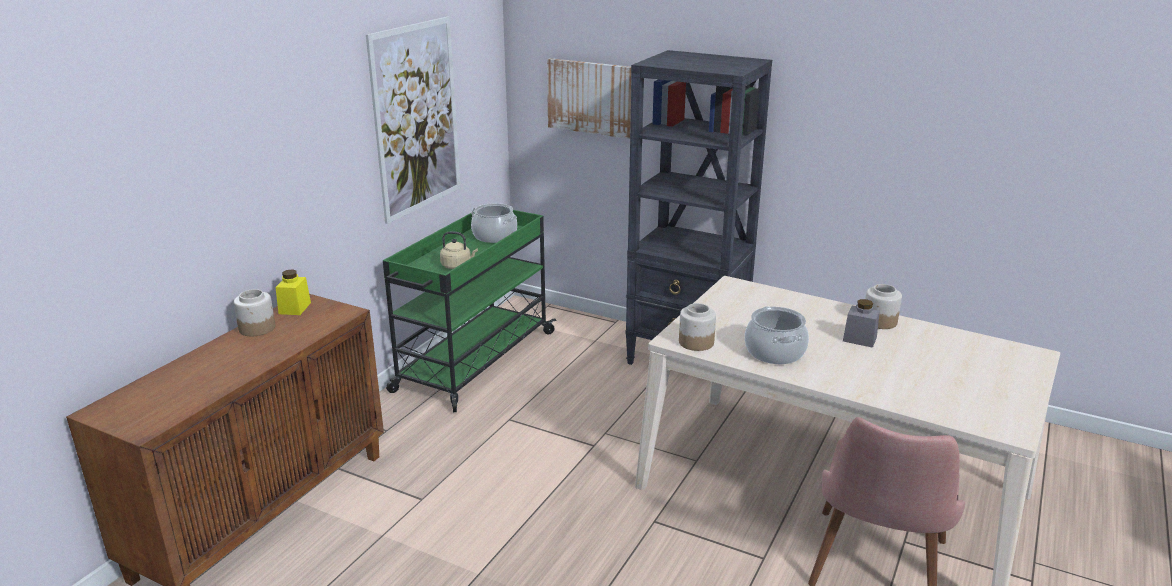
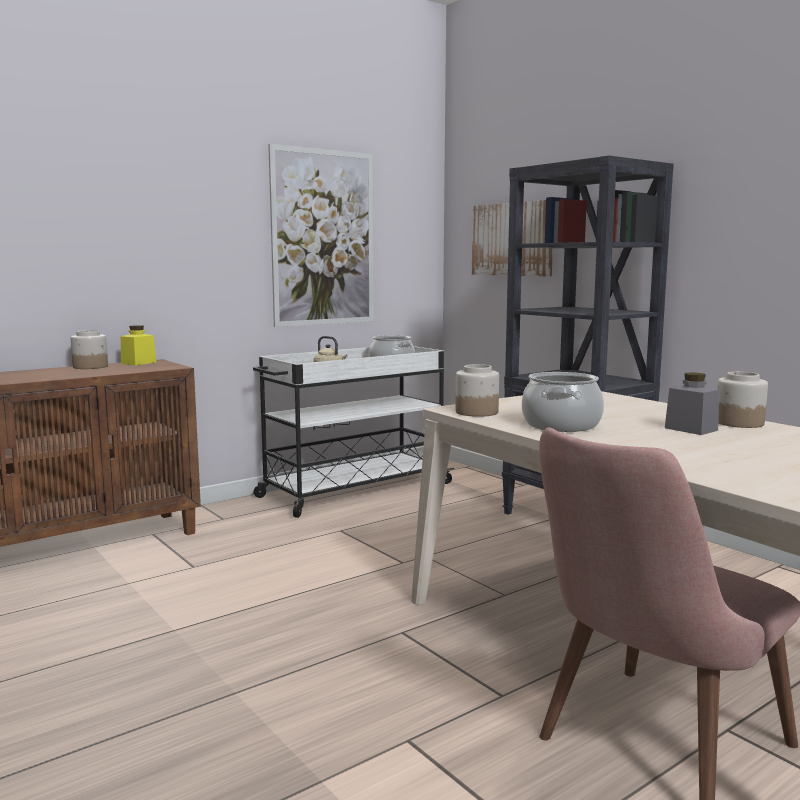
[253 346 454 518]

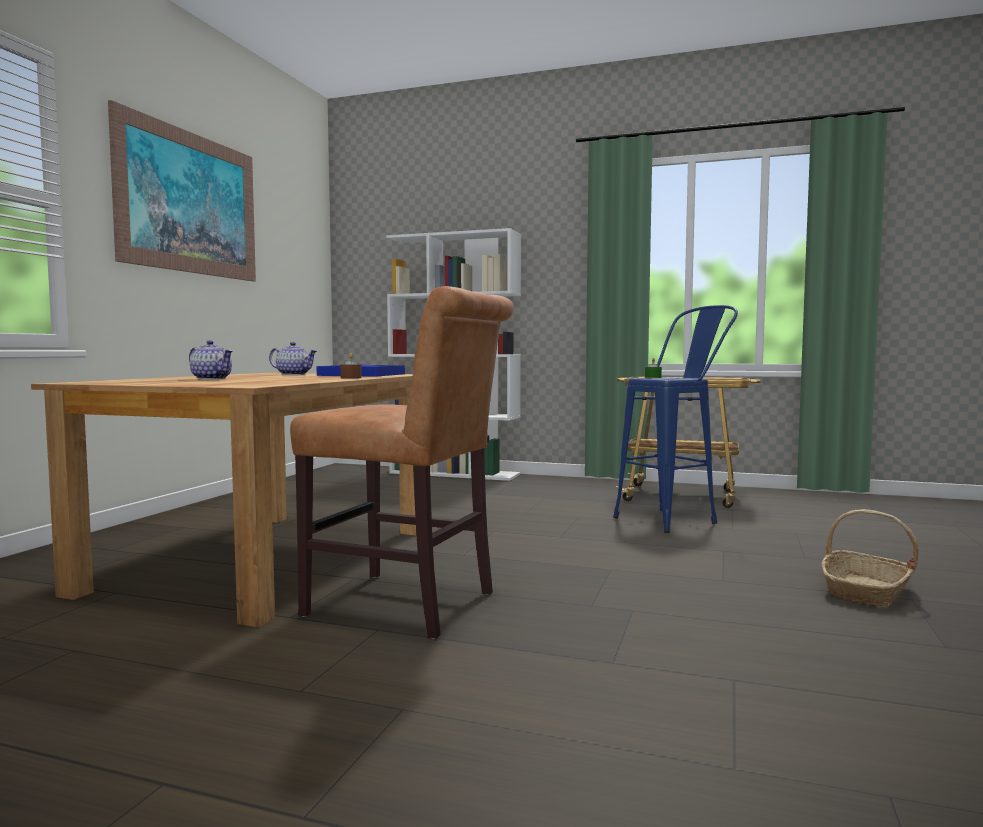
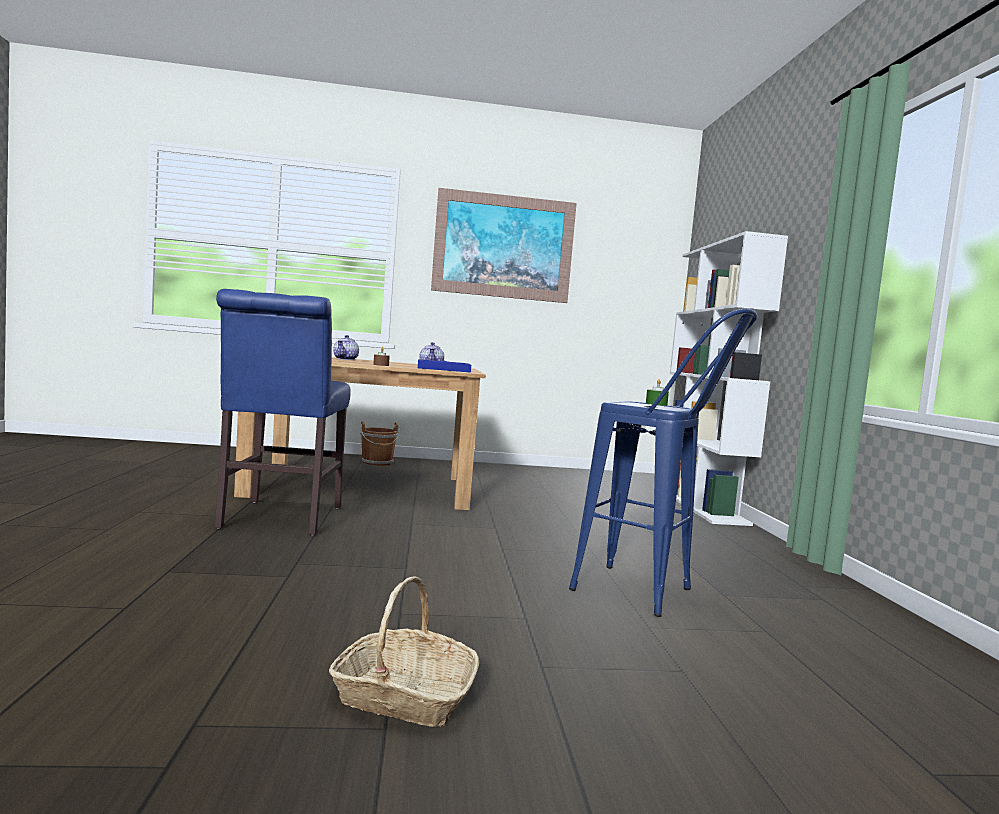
[214 289 350 535]
[616 377 761 508] (first image)
[360 421 400 466]

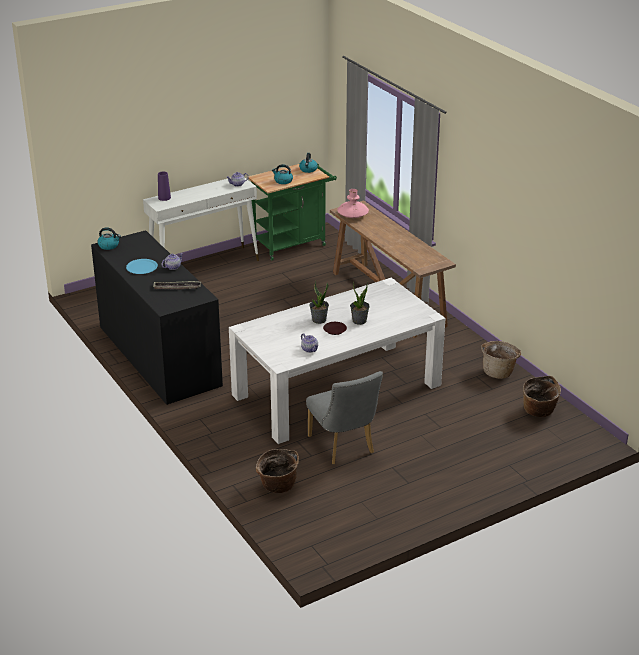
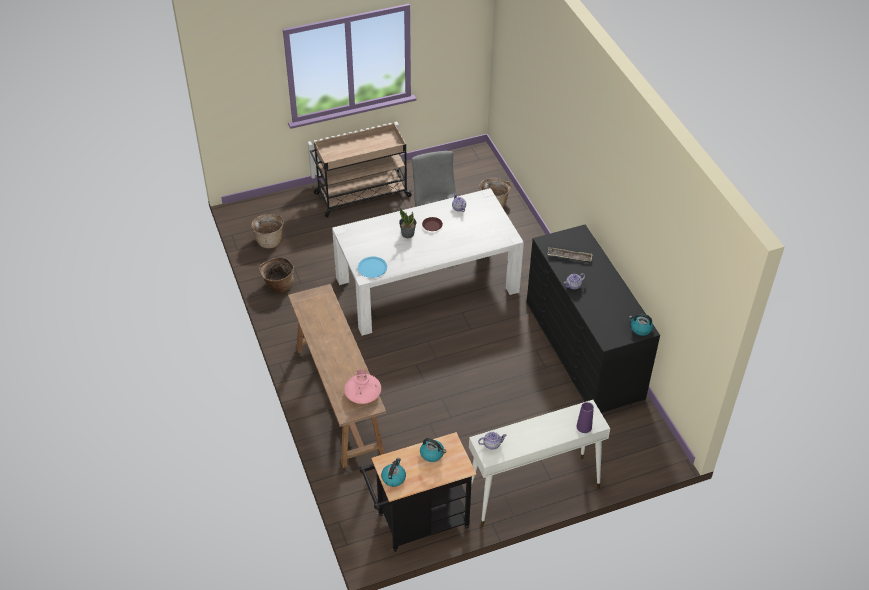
[358 257 387 278]
[359 432 476 552]
[309 280 329 324] (first image)
[310 123 412 217]

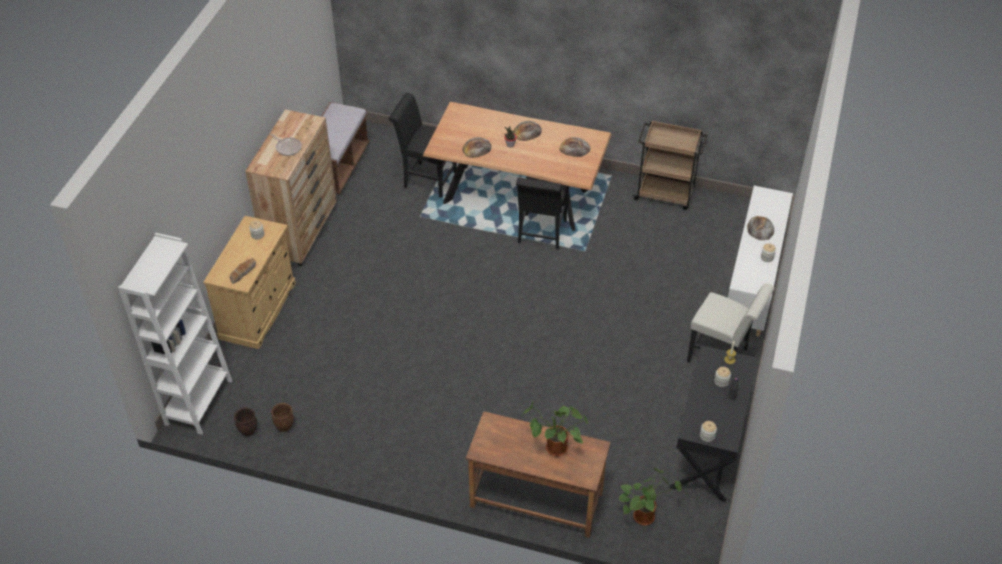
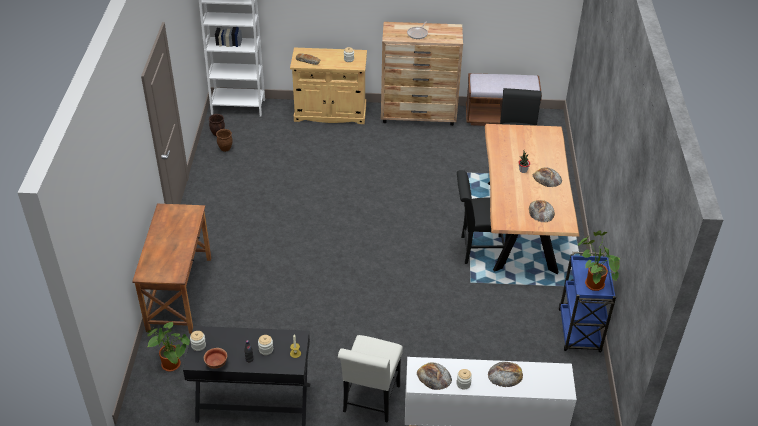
[417 362 452 390]
[577 230 621 291]
[558 252 616 352]
[204 348 227 369]

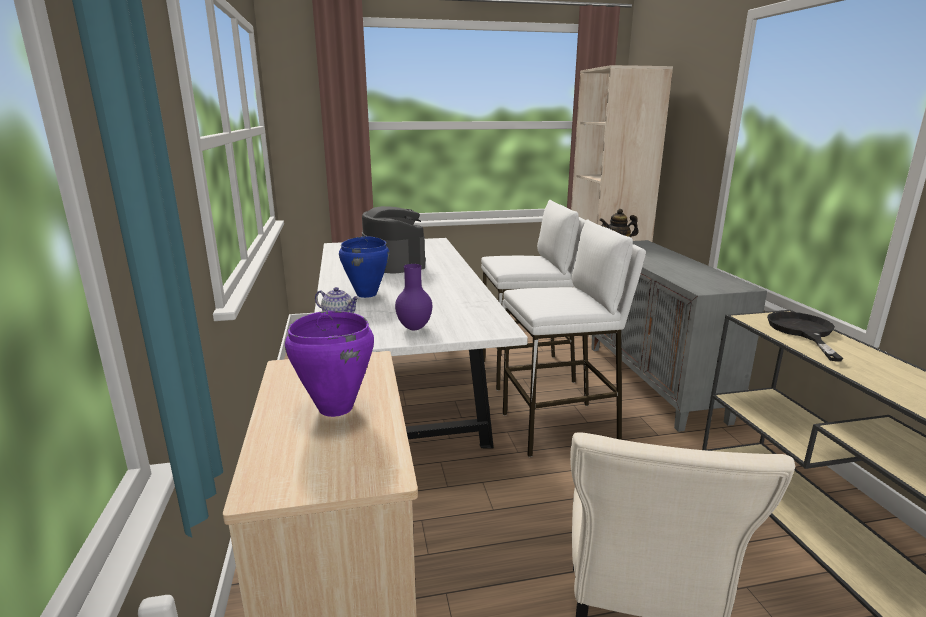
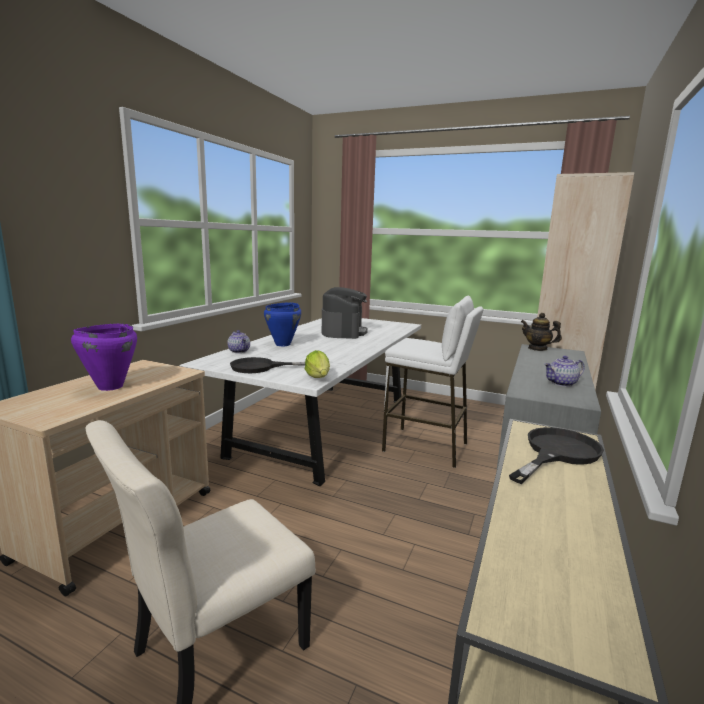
[230 357 305 373]
[503 219 646 457] (first image)
[305 350 330 378]
[544 356 585 387]

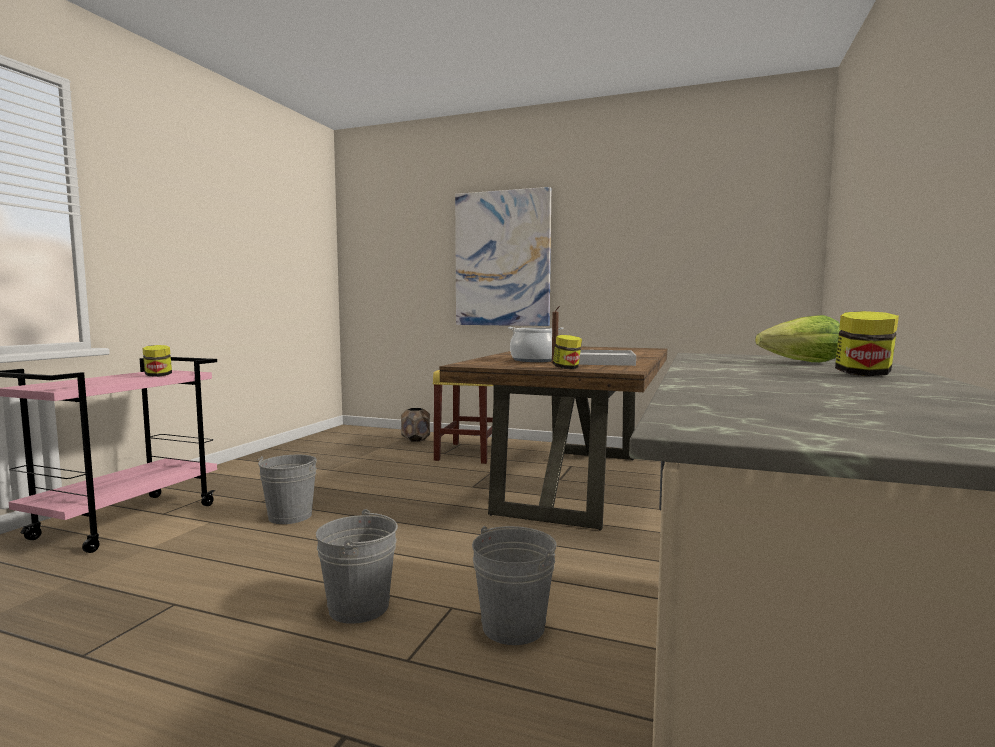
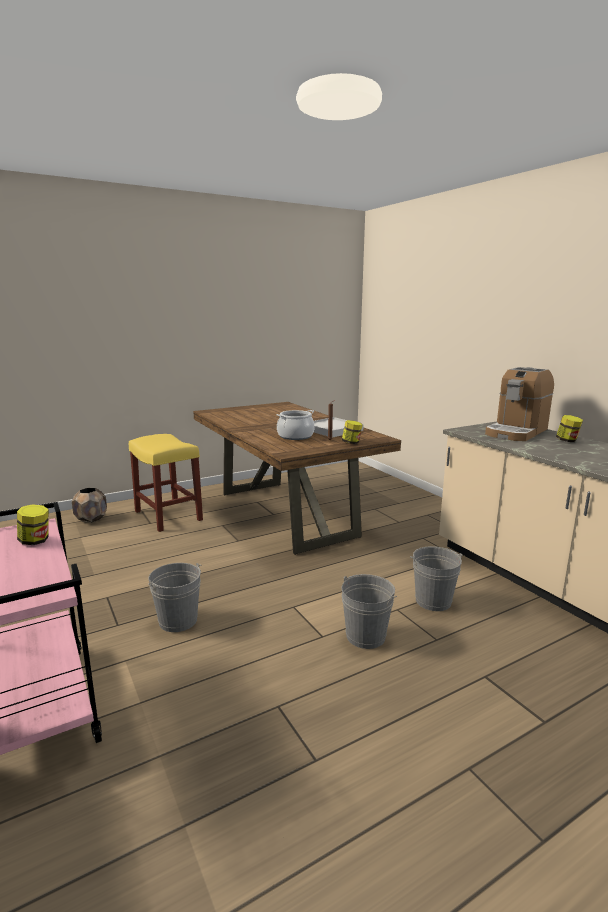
[455 187 551 326] (first image)
[485 367 554 441]

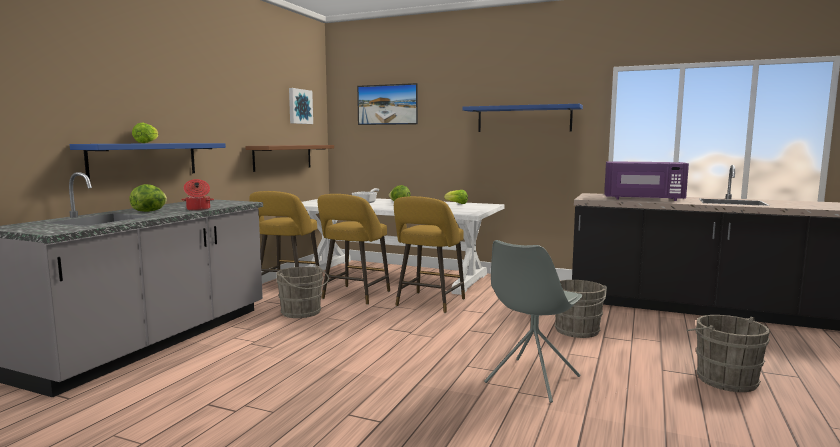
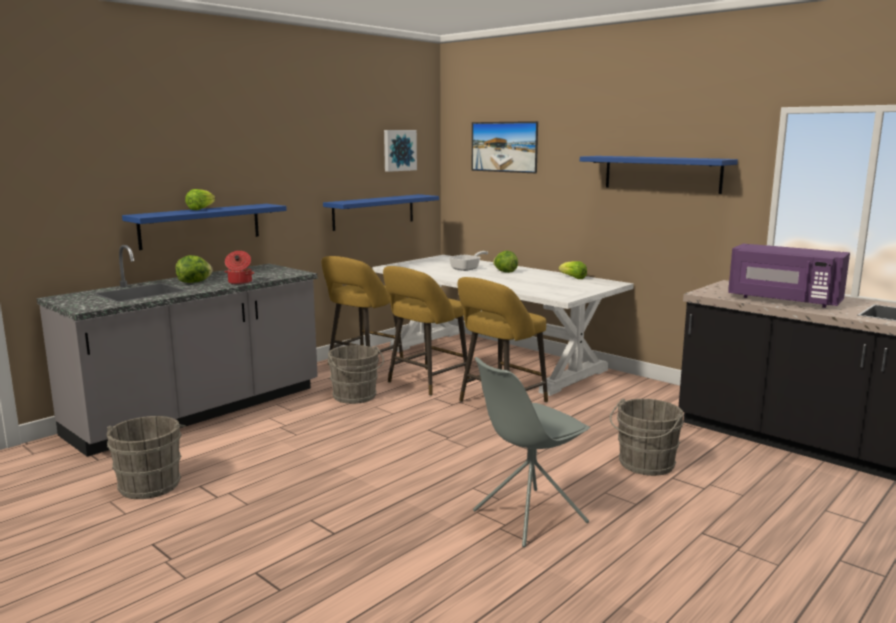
[323 194 439 231]
[107 416 186 499]

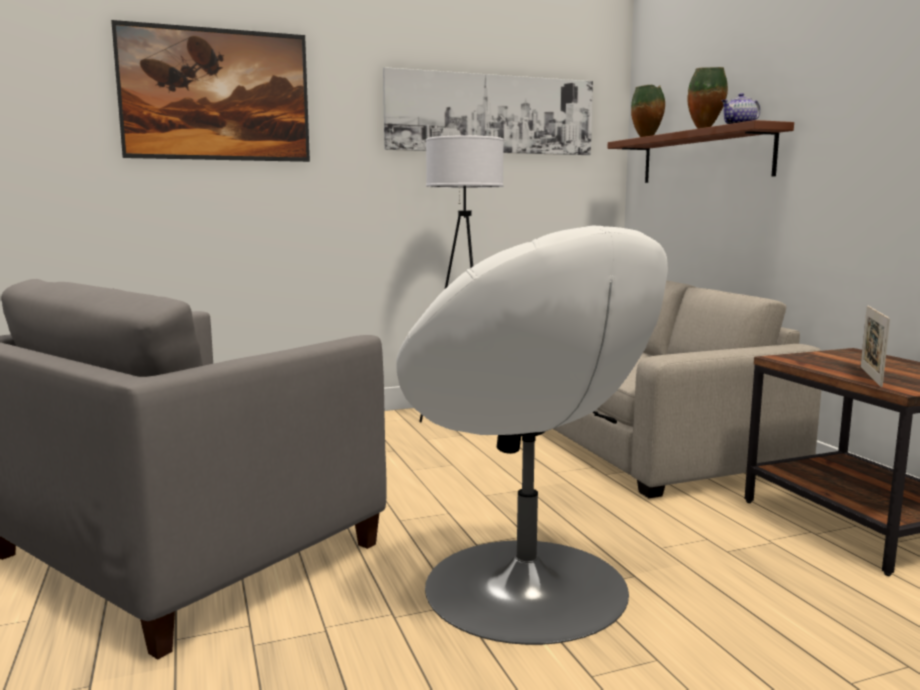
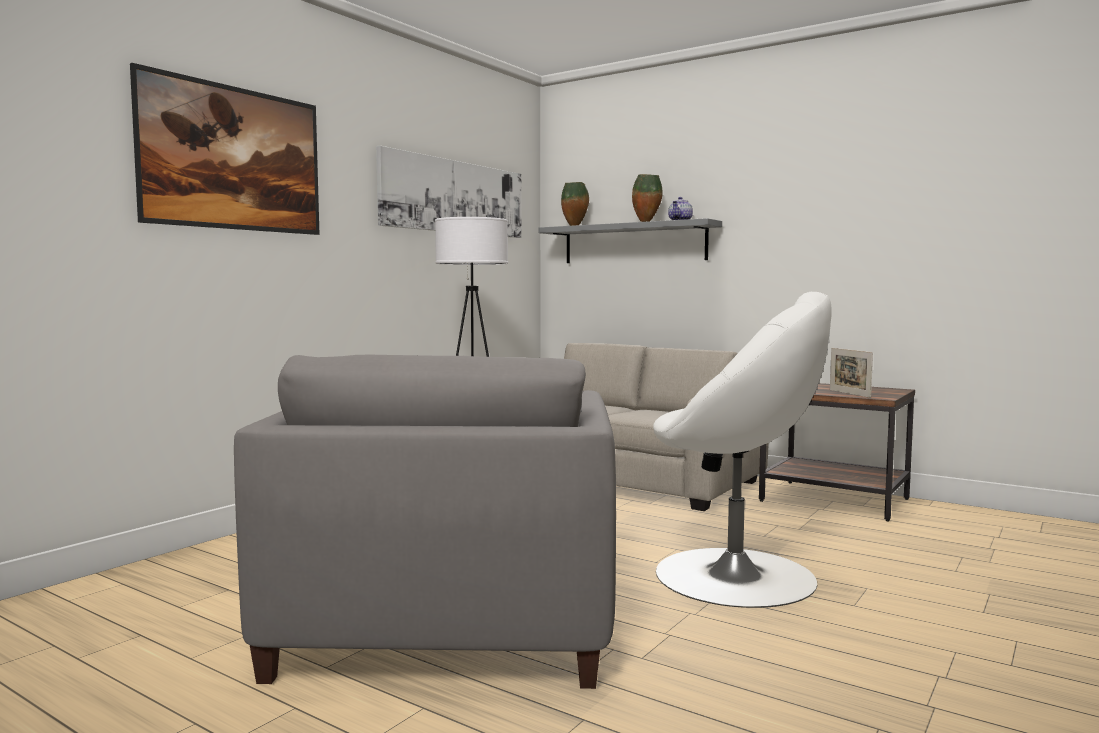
[539 218 722 263]

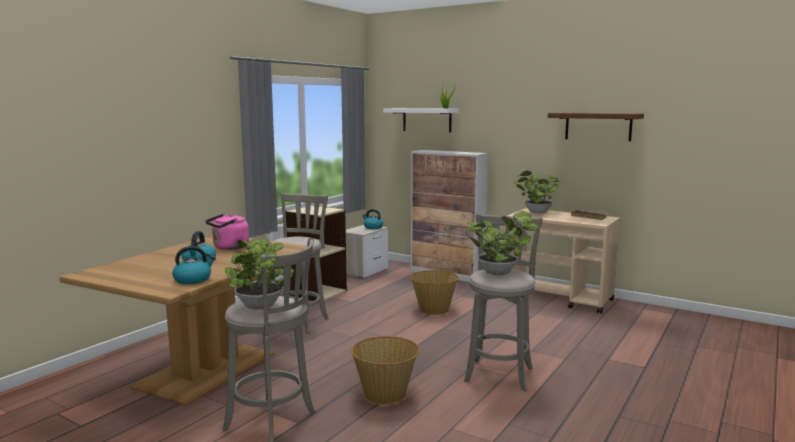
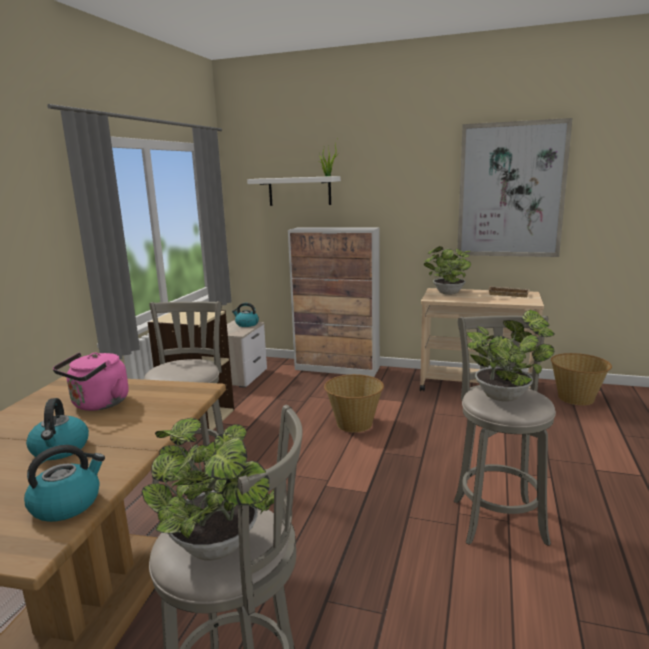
[551 353 612 406]
[457 118 573 257]

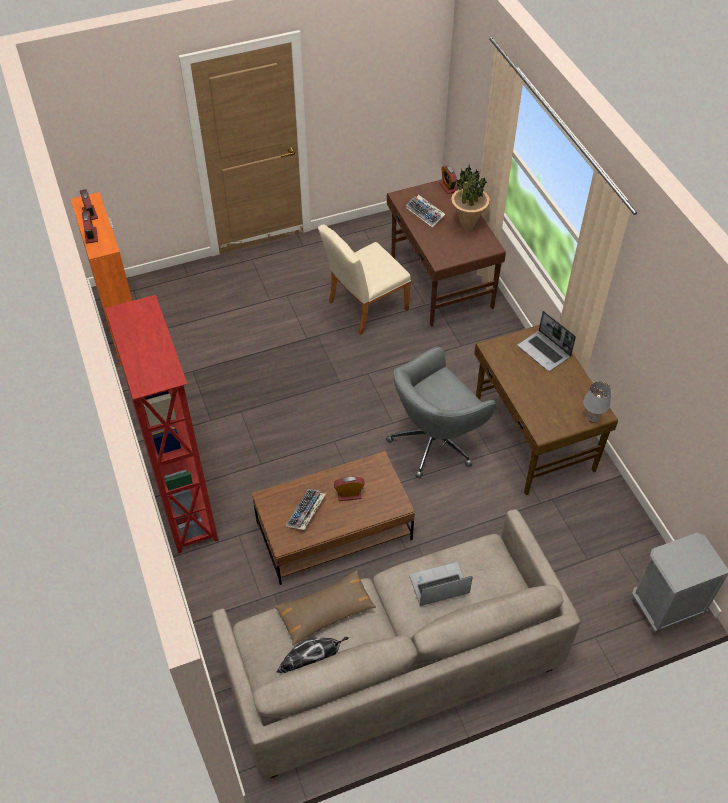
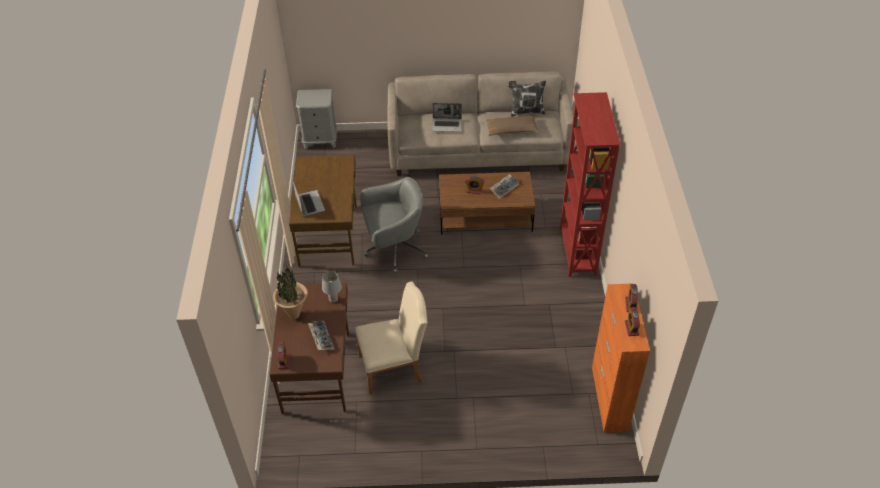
[322 270 342 303]

